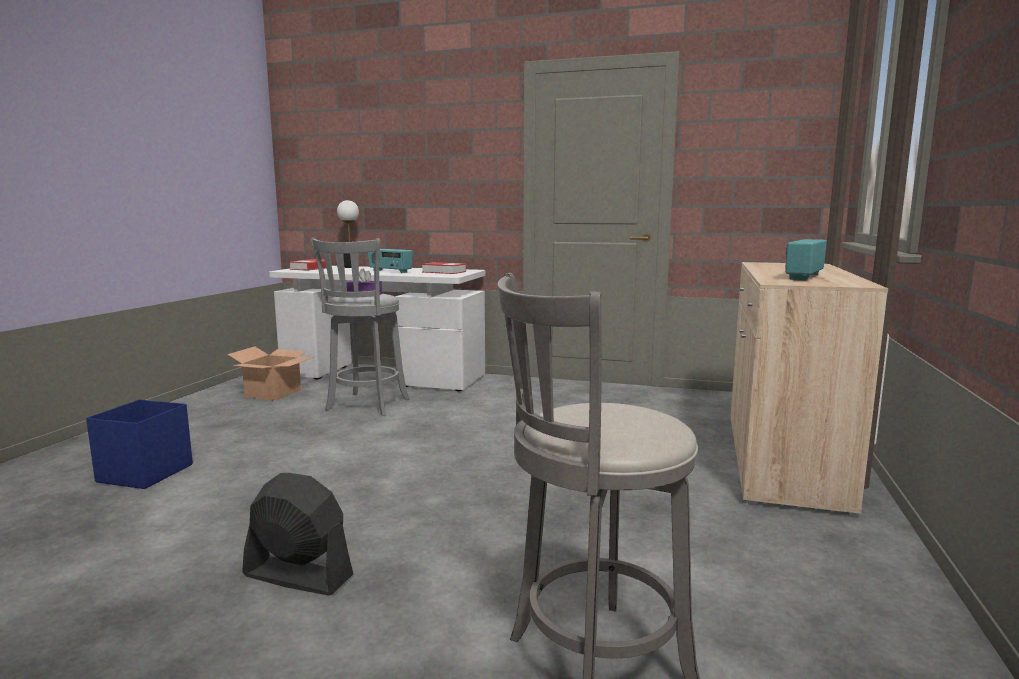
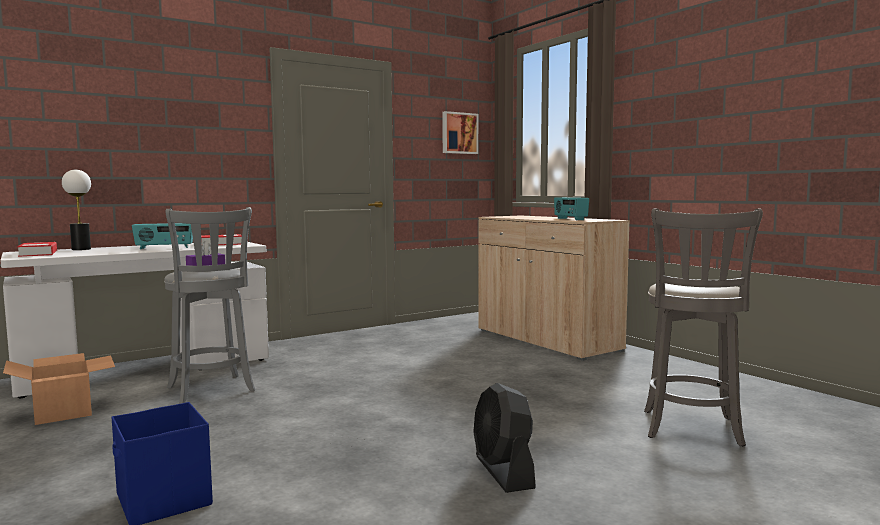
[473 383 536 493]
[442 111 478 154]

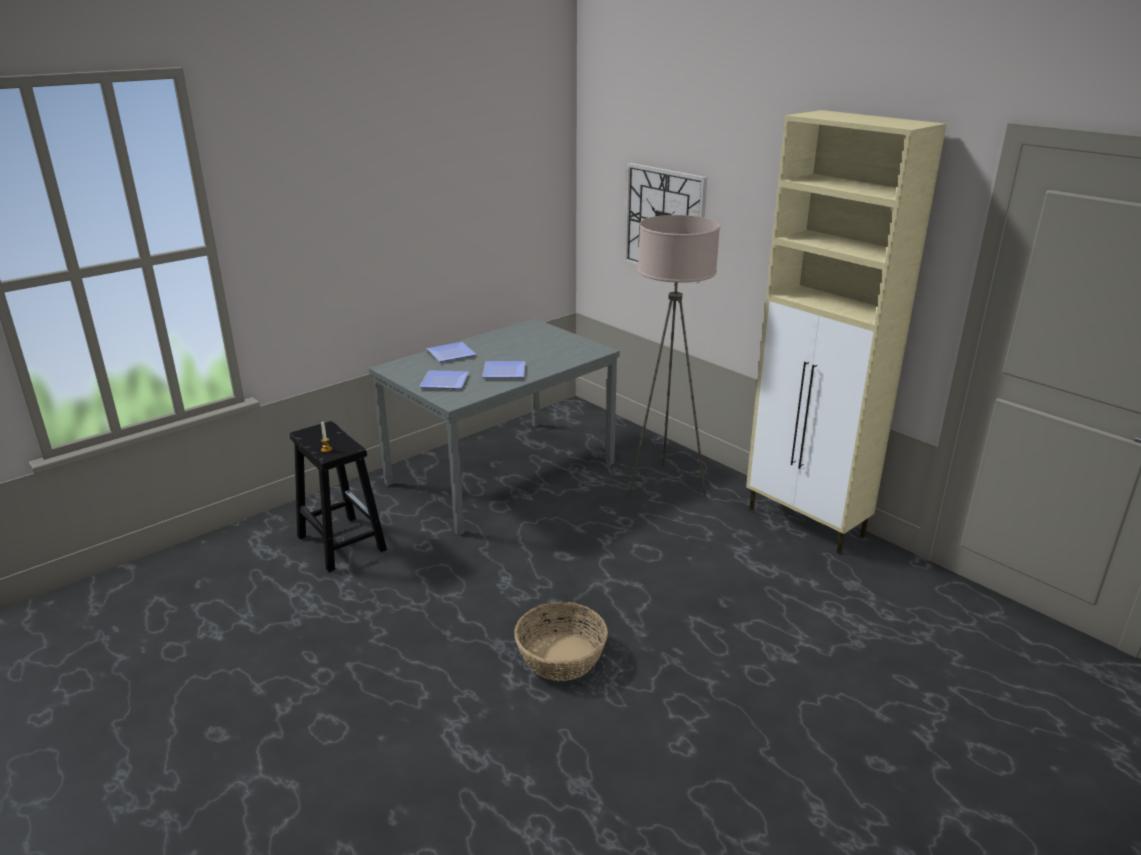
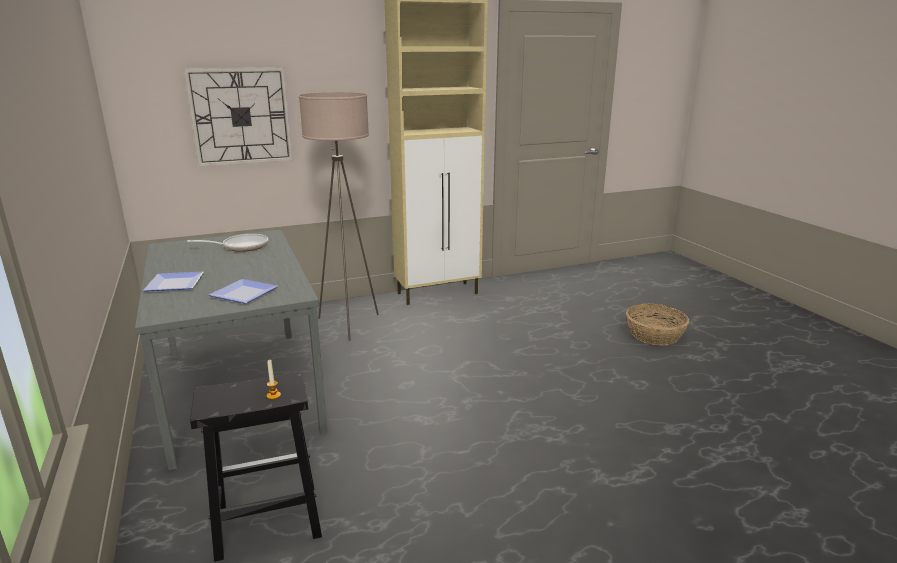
[482 361 526 378] (first image)
[626 304 689 345]
[187 234 268 252]

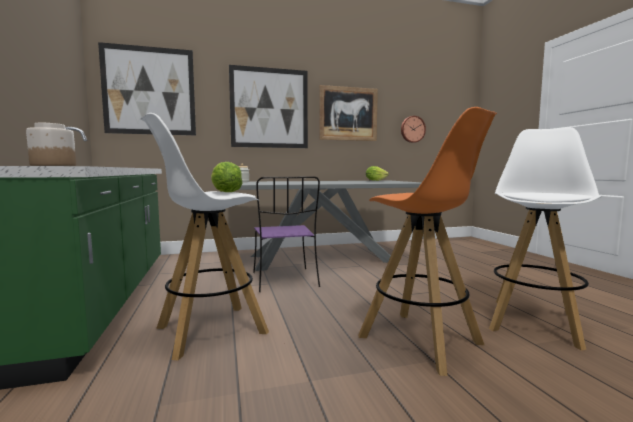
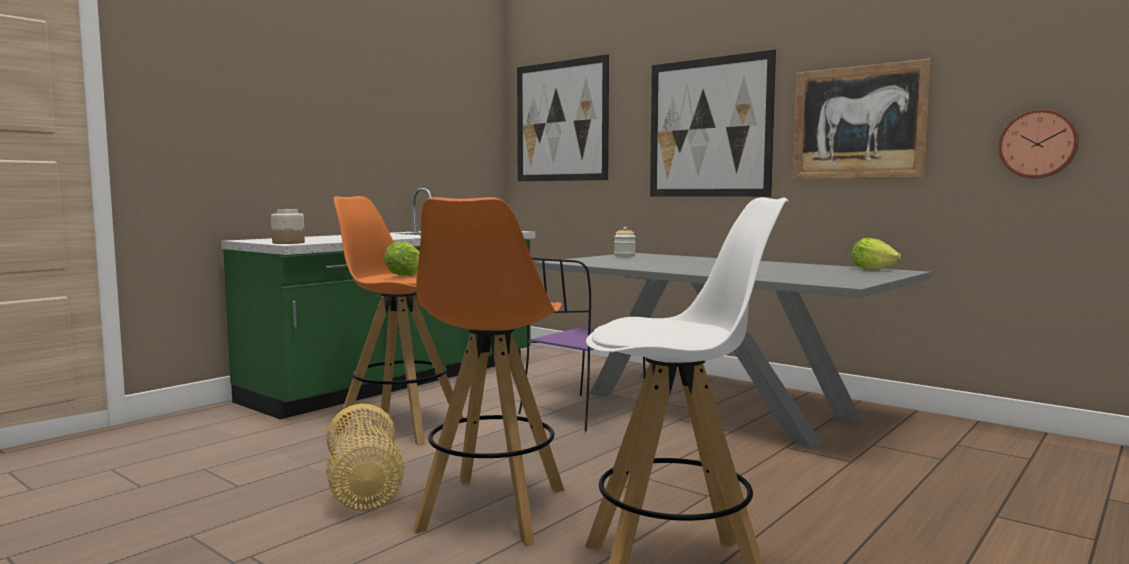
[333 196 464 446]
[326 404 404 511]

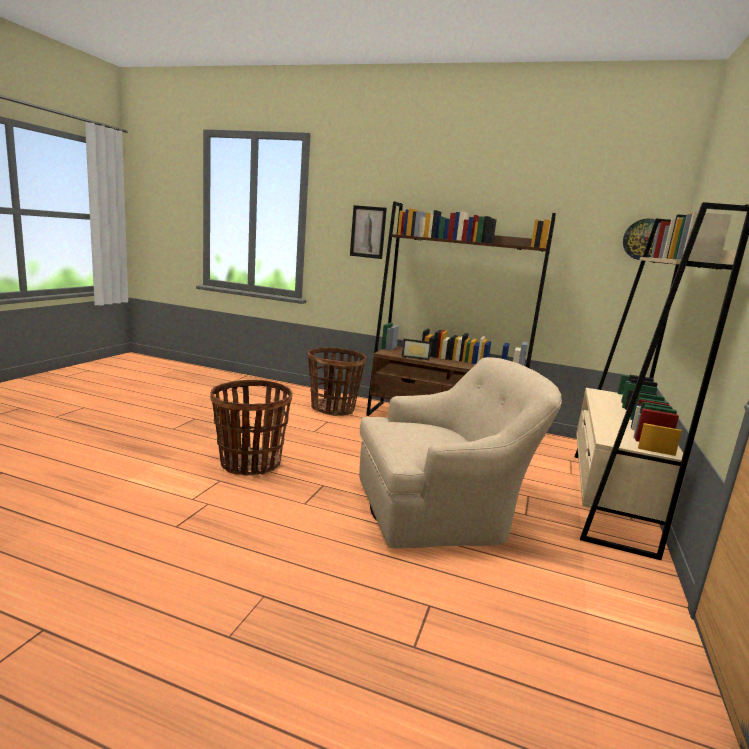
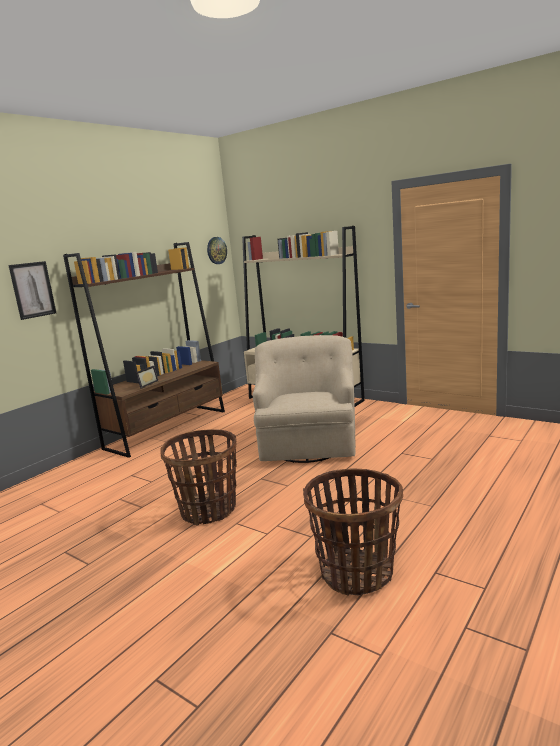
[303 469 403 596]

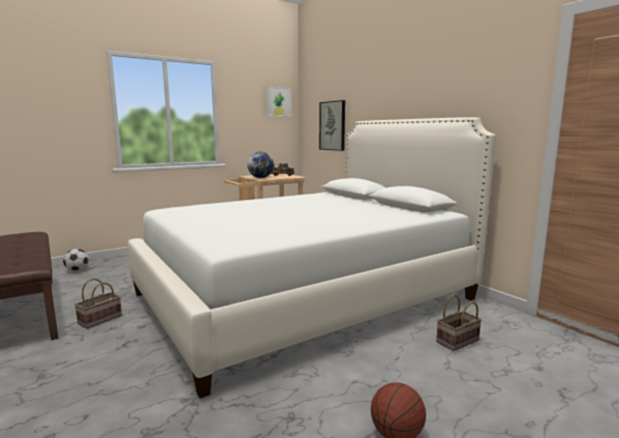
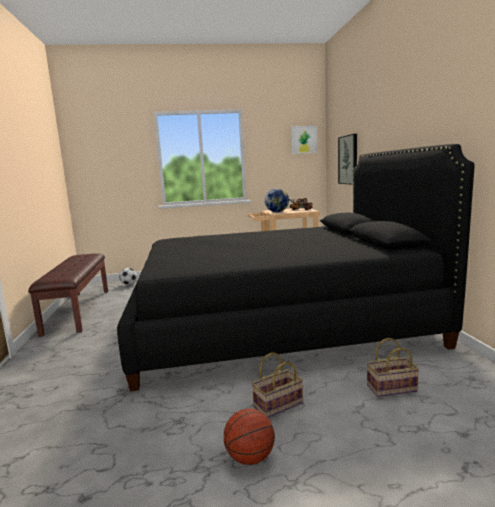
[251 352 303 418]
[117 144 474 391]

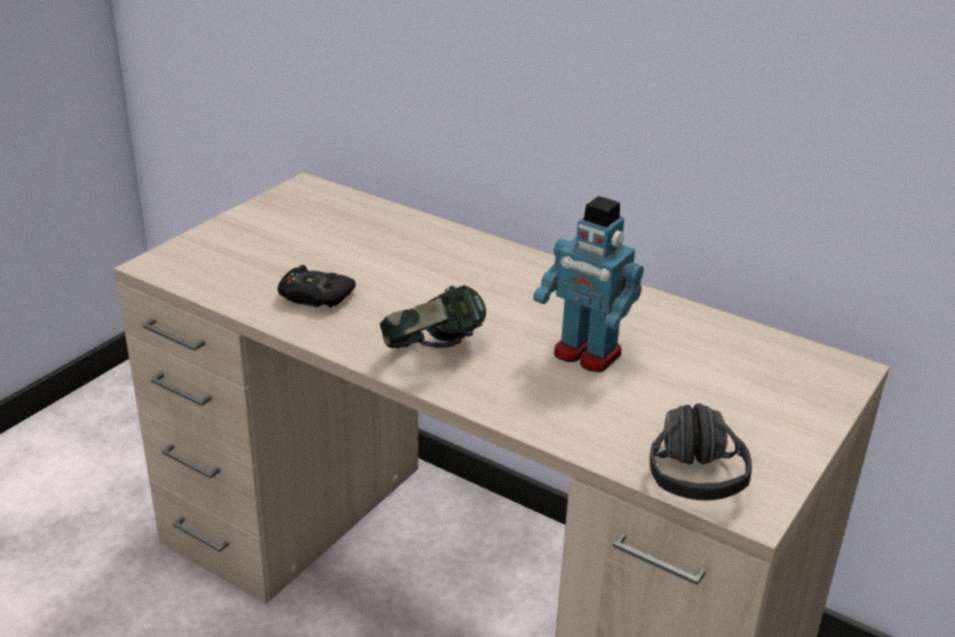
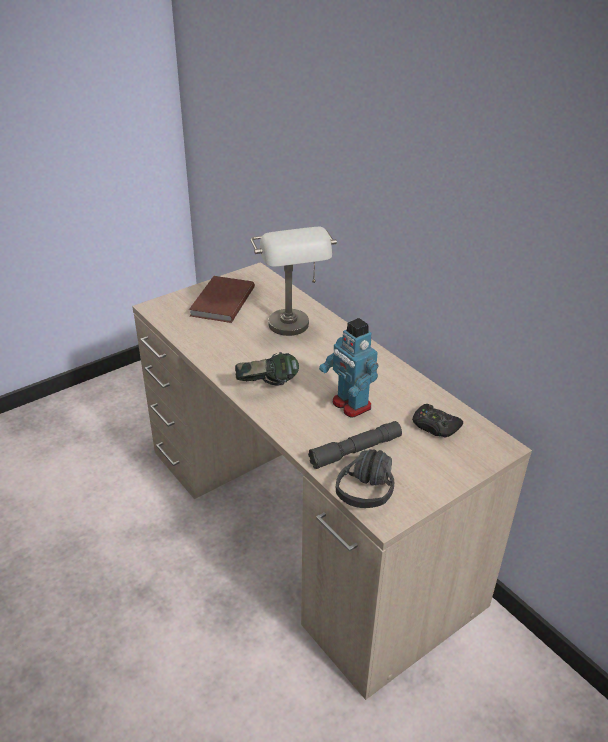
[412 404 463 437]
[189 276 255 323]
[250 227 337 336]
[308 421 402 469]

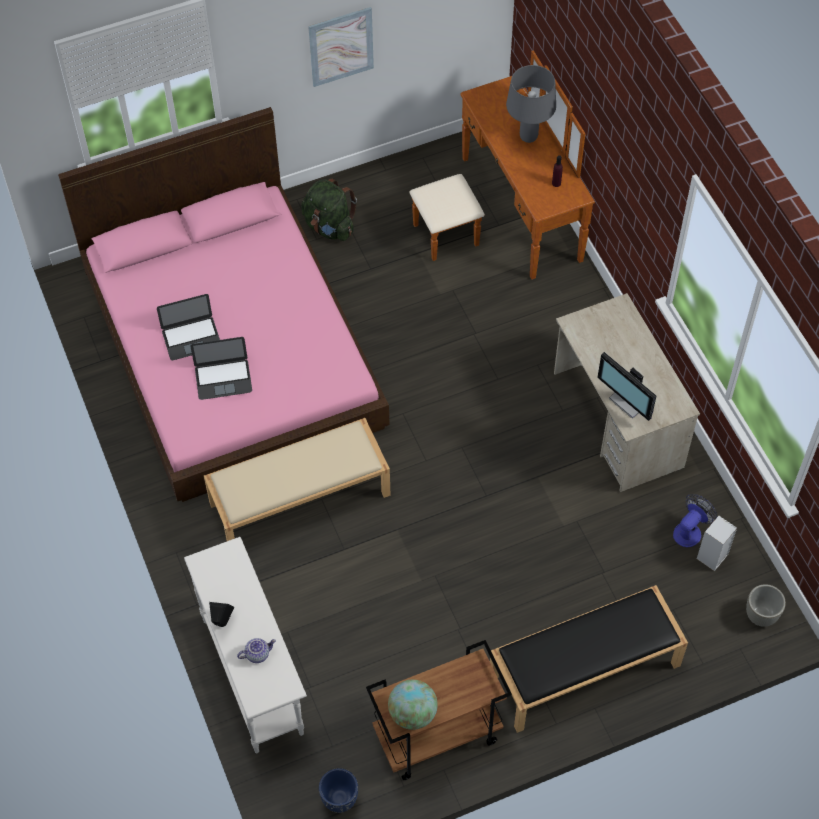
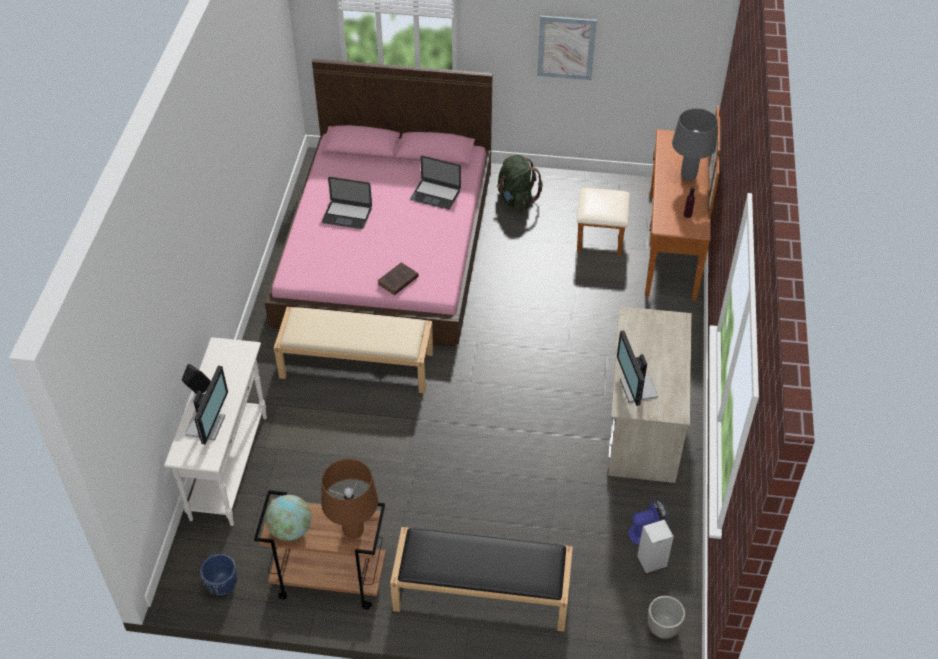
[410 156 461 210]
[185 366 228 445]
[321 459 378 539]
[378 262 419 295]

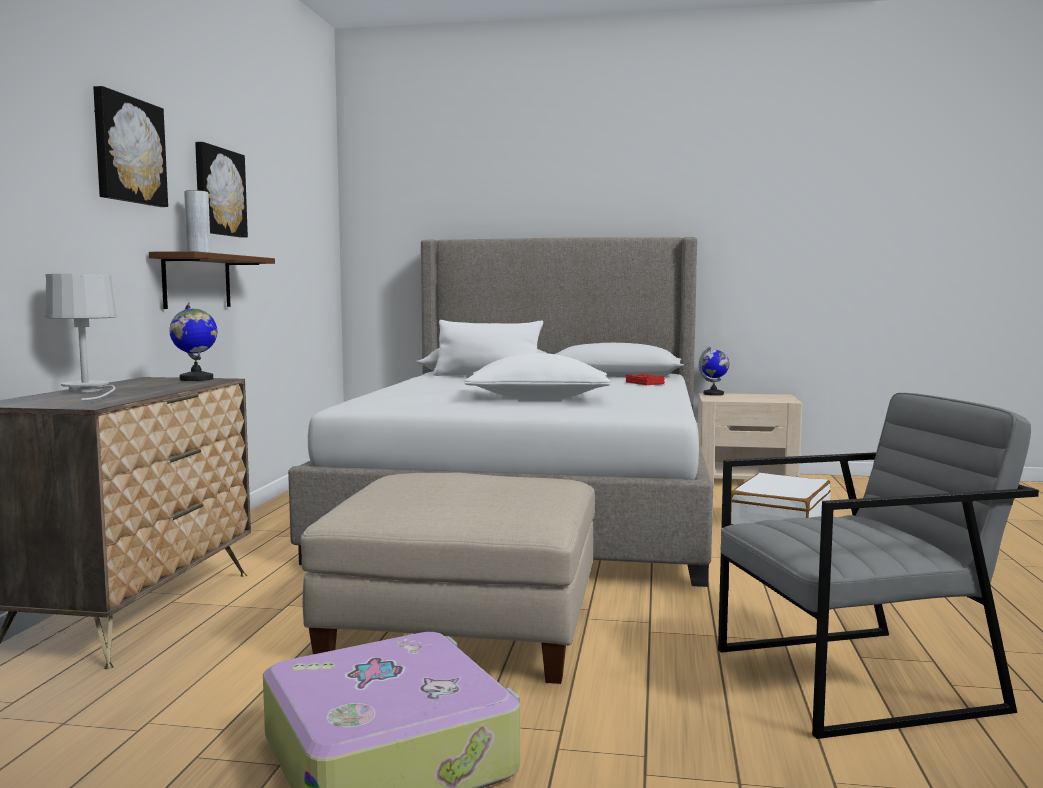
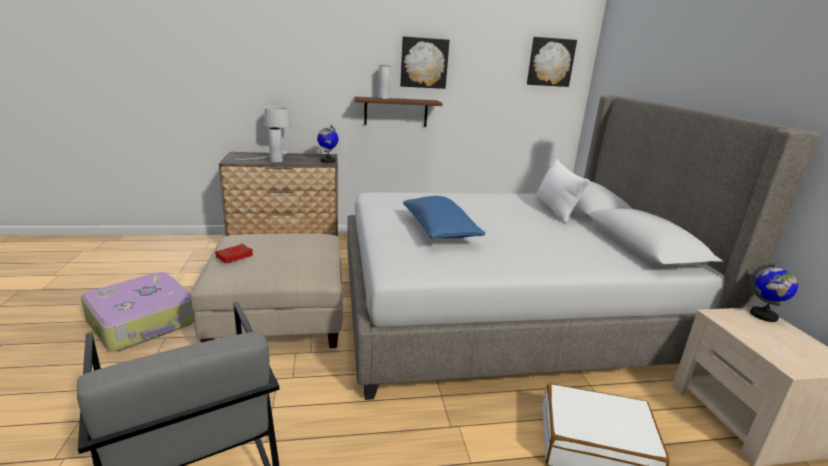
[527 37 577 87]
[403 196 486 239]
[215 243 253 264]
[268 127 283 163]

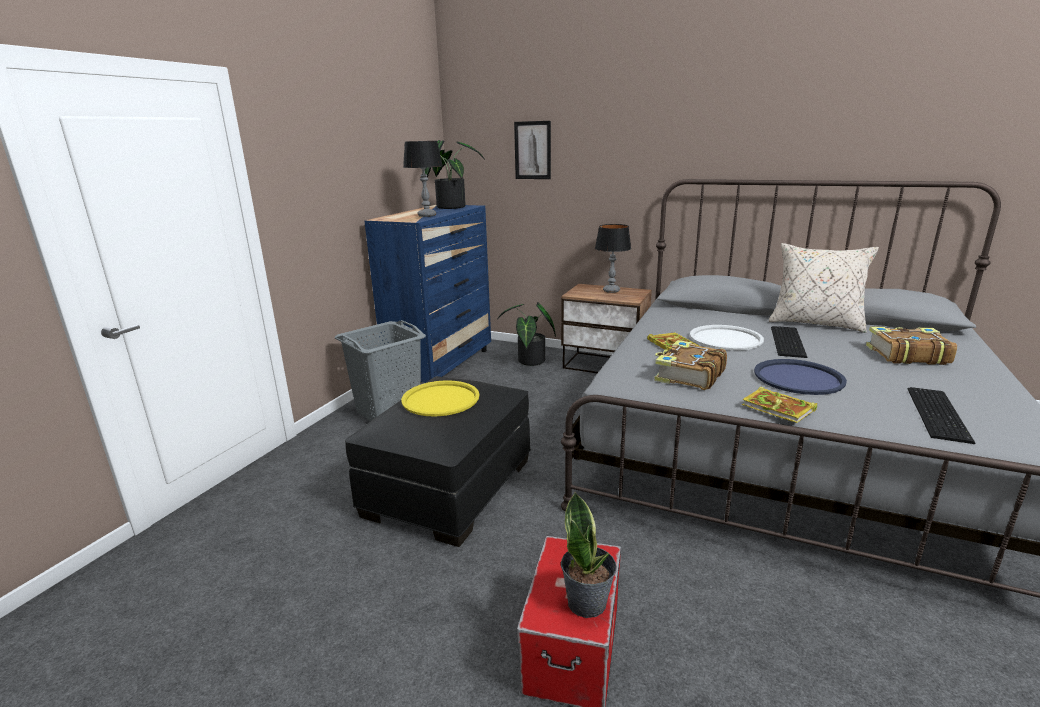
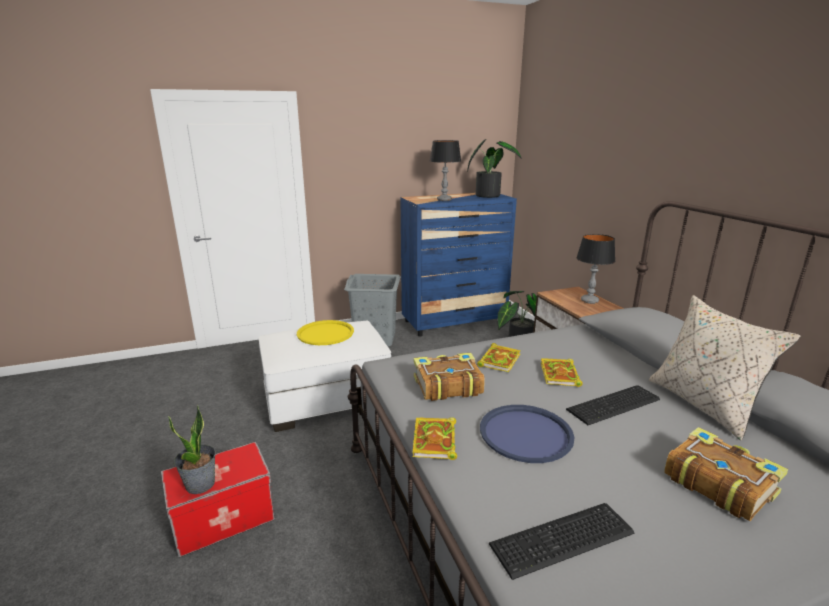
[258 321 391 432]
[514 121 551 179] (first image)
[541 358 583 387]

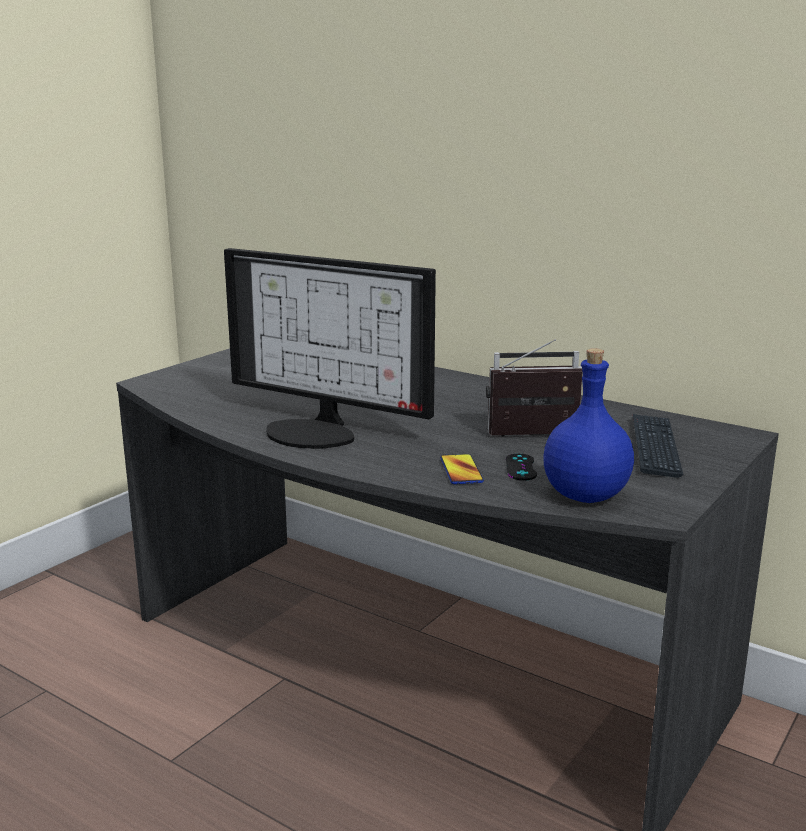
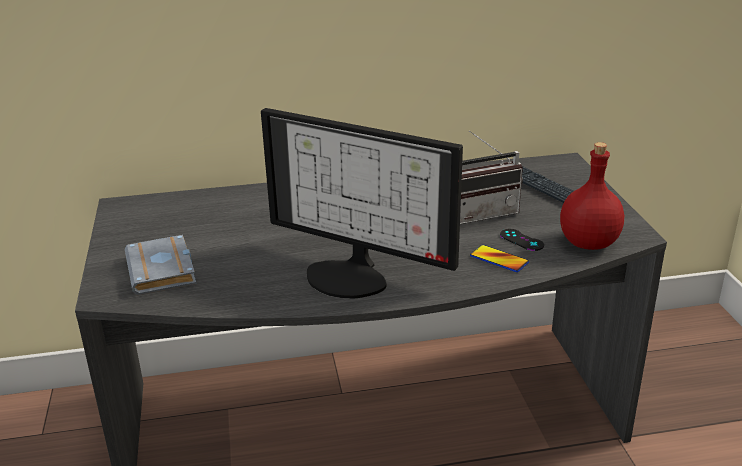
[261 108 463 299]
[460 131 523 224]
[560 142 624 250]
[125 235 196 295]

